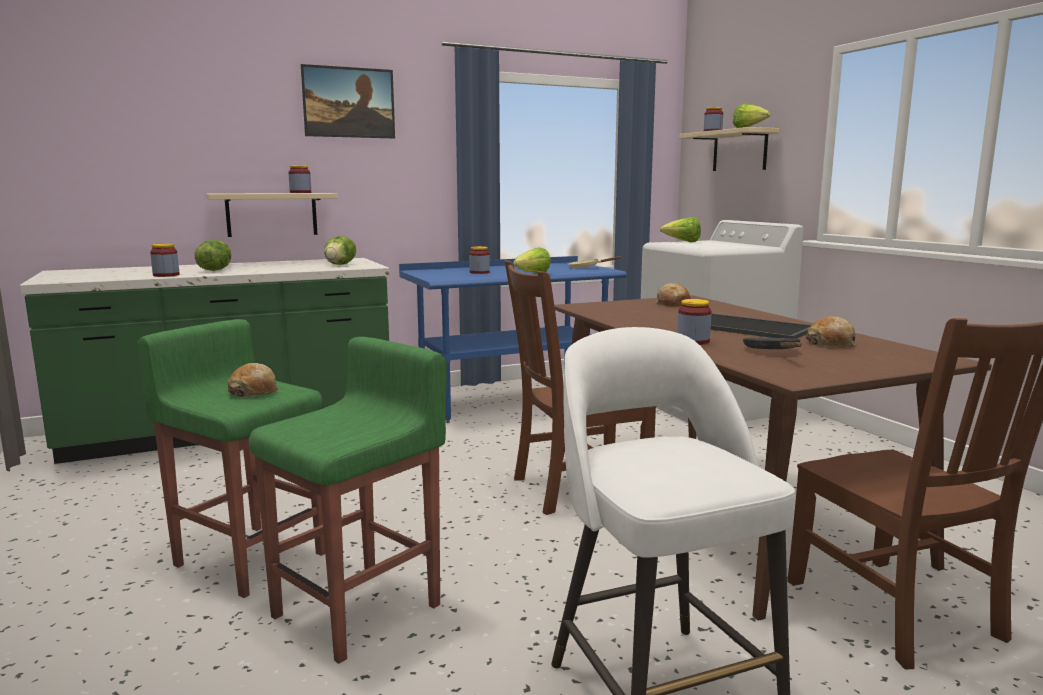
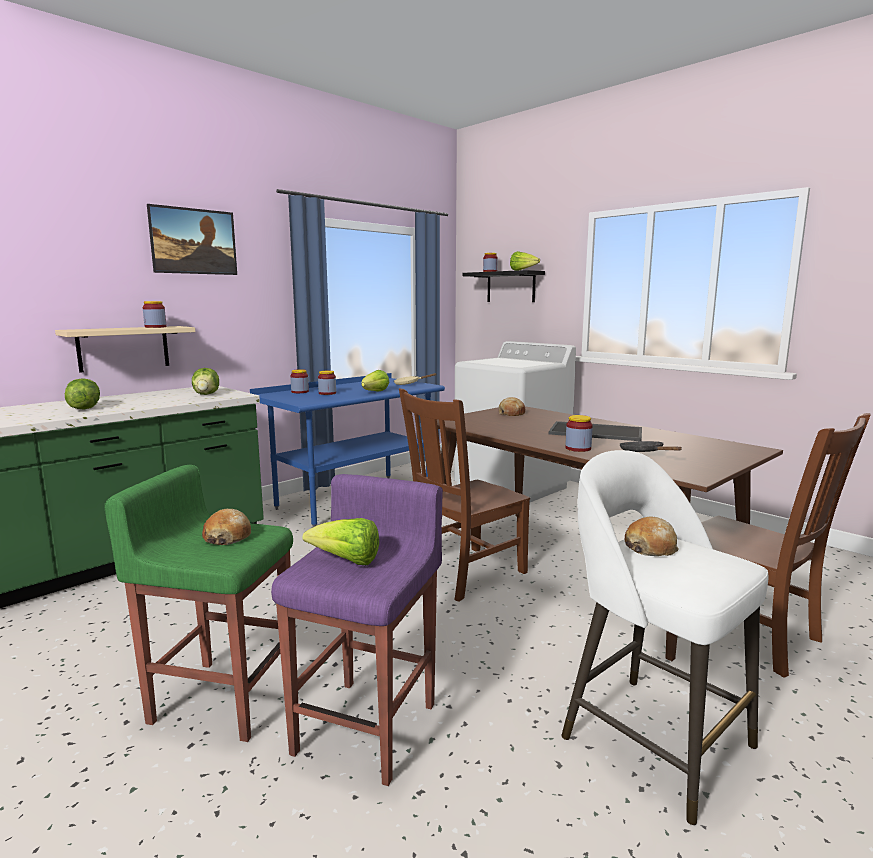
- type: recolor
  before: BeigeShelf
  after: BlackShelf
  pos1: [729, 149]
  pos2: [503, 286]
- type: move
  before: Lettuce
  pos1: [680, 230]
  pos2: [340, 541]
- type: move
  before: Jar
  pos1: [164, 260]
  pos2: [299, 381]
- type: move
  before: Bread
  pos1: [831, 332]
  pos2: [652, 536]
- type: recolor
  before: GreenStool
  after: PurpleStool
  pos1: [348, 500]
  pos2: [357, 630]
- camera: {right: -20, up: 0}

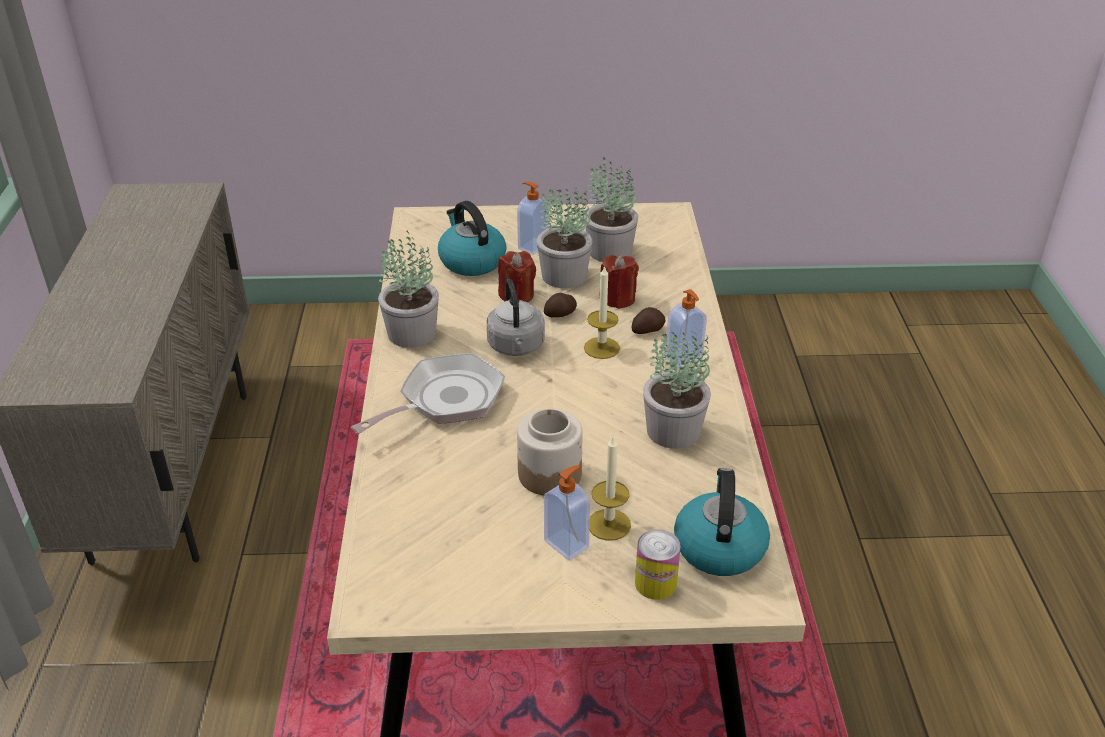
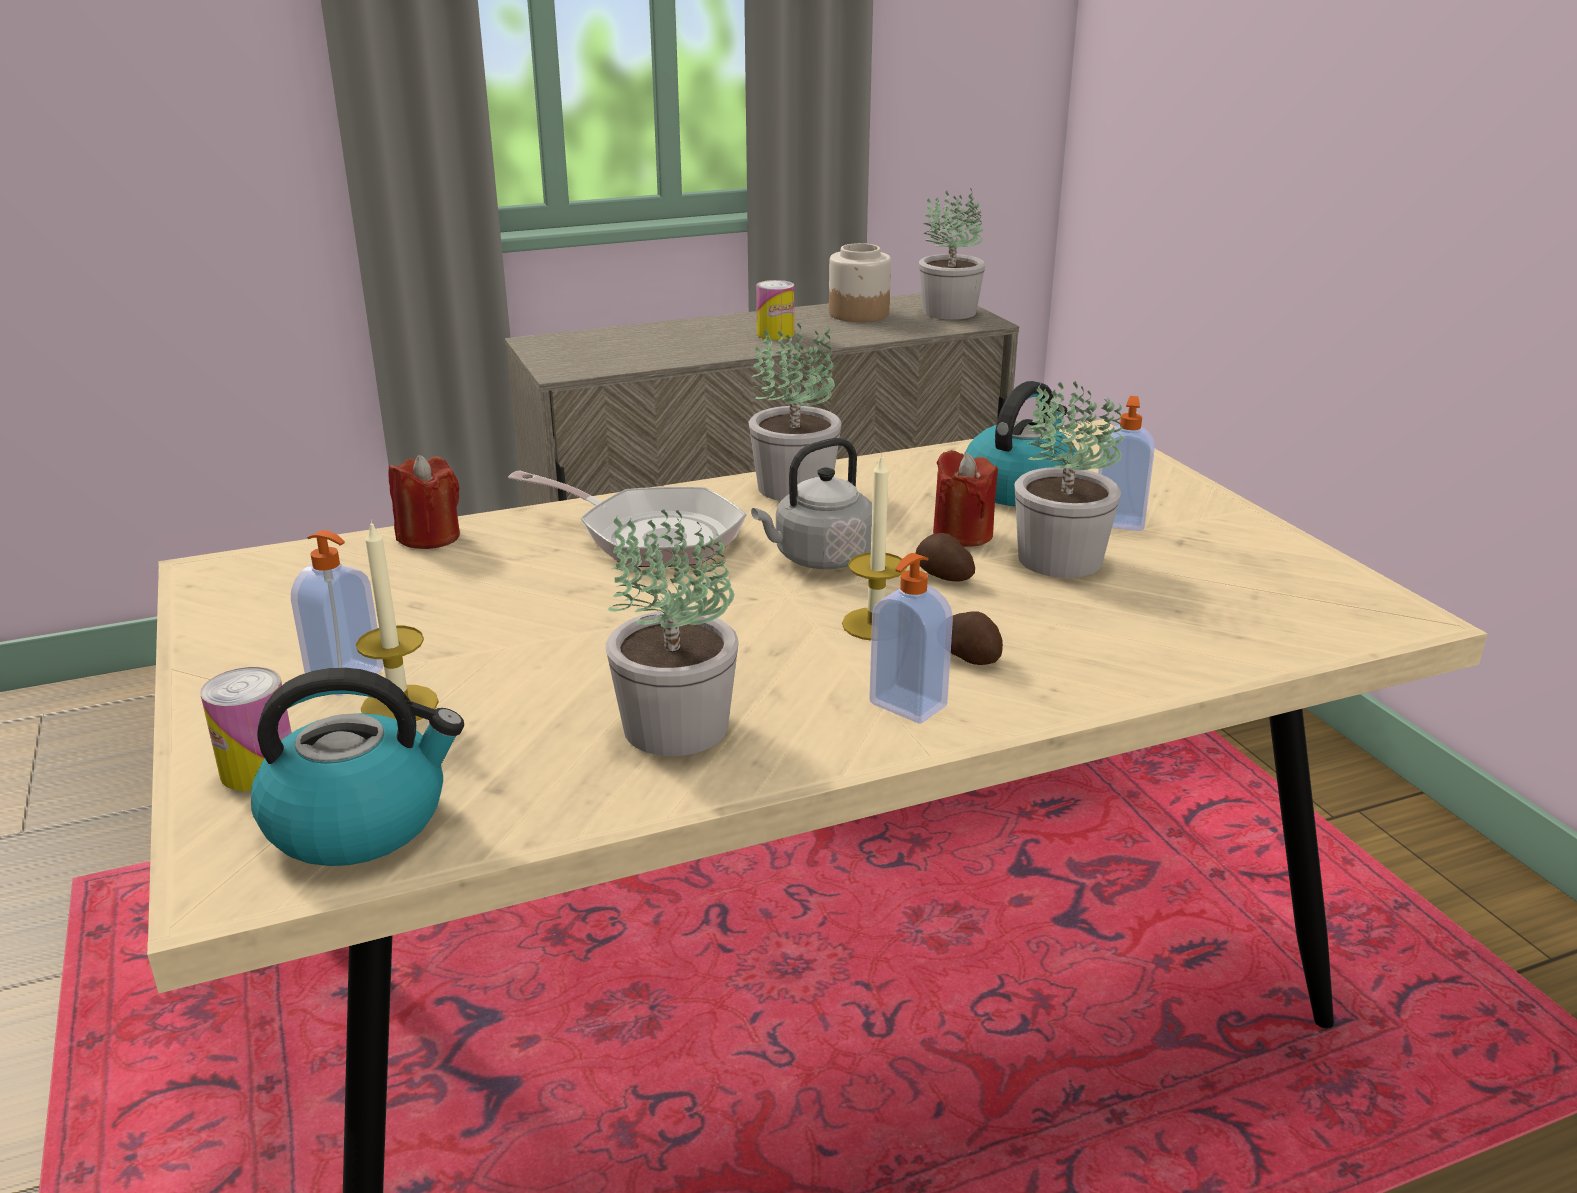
- type: move
  before: PottedPlant
  pos1: [611, 209]
  pos2: [952, 254]
- type: move
  before: RedCandle
  pos1: [619, 282]
  pos2: [424, 502]
- type: move
  before: Jar
  pos1: [550, 452]
  pos2: [860, 282]
- type: insert
  after: Can
  pos2: [775, 310]
- camera: {right: 70, up: -10}

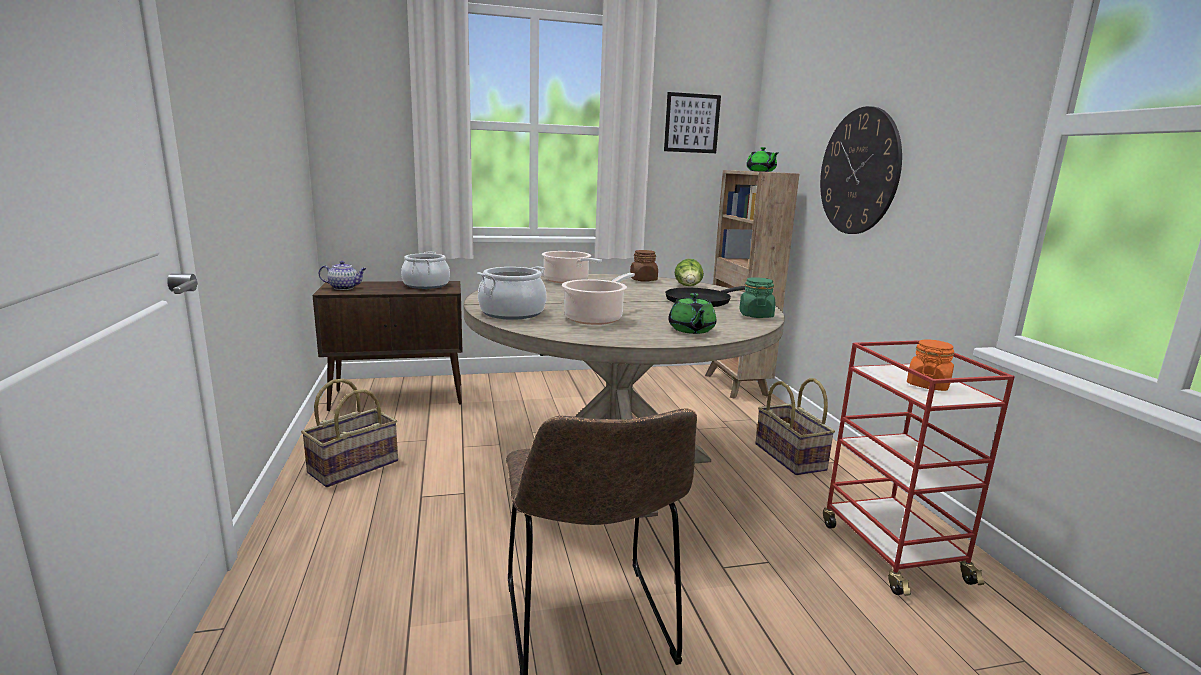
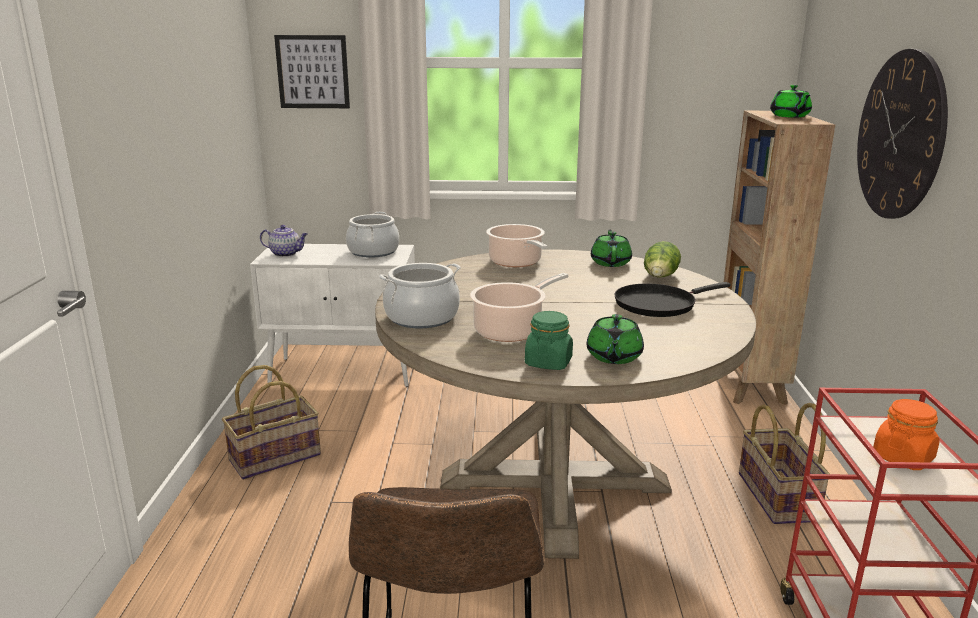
- type: move
  before: Picture
  pos1: [692, 122]
  pos2: [312, 71]
- type: replace
  before: BrownJar
  after: GreenTeapot
  pos1: [644, 266]
  pos2: [611, 248]
- type: move
  before: GreenJar
  pos1: [757, 297]
  pos2: [549, 340]
- type: recolor
  before: BrownCabinet
  after: WhiteCabinet
  pos1: [388, 346]
  pos2: [332, 315]
- camera: {right: 15, up: 5}

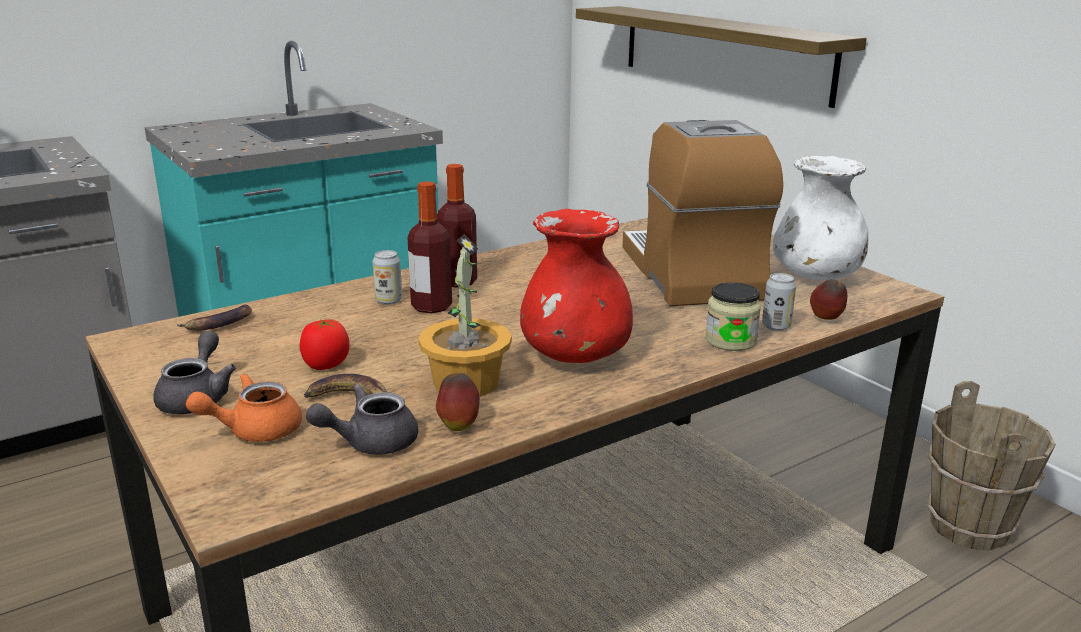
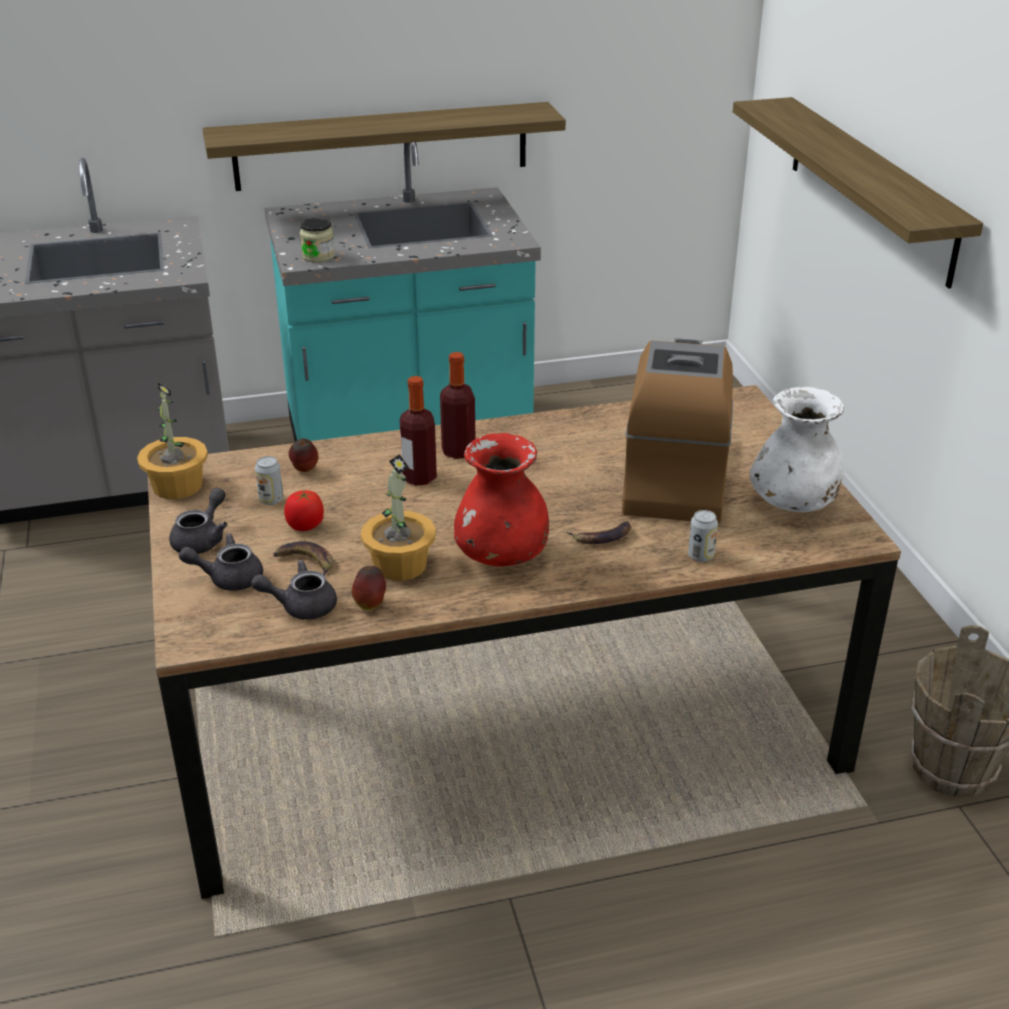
- type: move
  before: Can
  pos1: [387, 277]
  pos2: [269, 480]
- type: move
  before: Apple
  pos1: [828, 299]
  pos2: [304, 455]
- type: move
  before: Jar
  pos1: [733, 316]
  pos2: [317, 240]
- type: move
  before: Banana
  pos1: [214, 318]
  pos2: [599, 532]
- type: recolor
  before: OrangeTeapot
  after: GreyTeapot
  pos1: [244, 407]
  pos2: [221, 562]
- type: insert
  after: Shelf
  pos2: [384, 146]
- type: insert
  after: PottedPlant
  pos2: [172, 440]
- camera: {right: 20, up: 10}

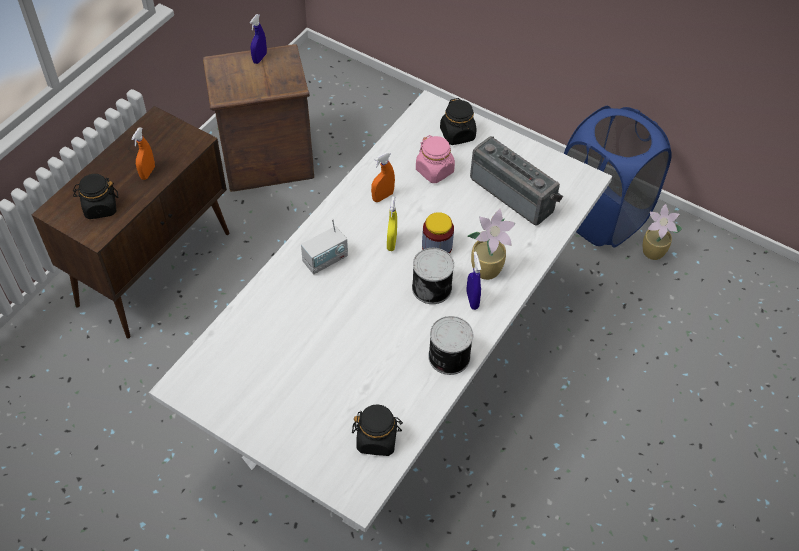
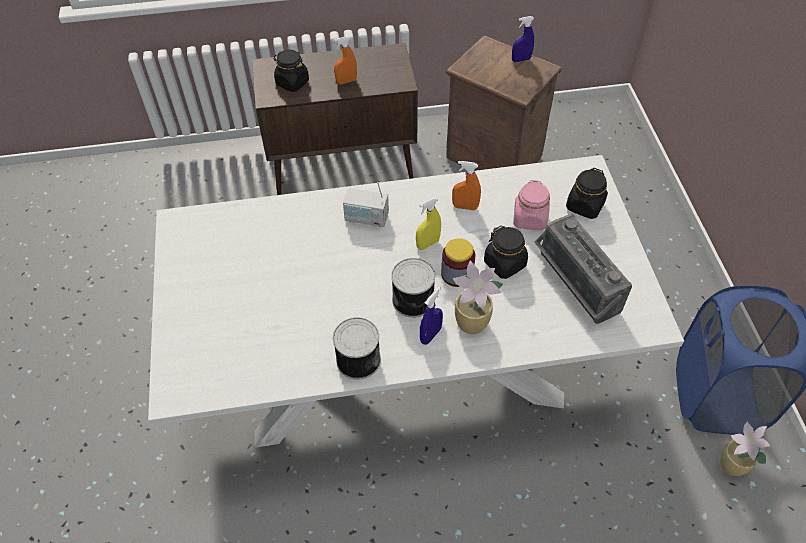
- type: rotate
  before: Radio
  pos1: [516, 181]
  pos2: [583, 269]
  turn: 150
- type: move
  before: BlackJar
  pos1: [377, 430]
  pos2: [506, 252]
- camera: {right: 50, up: 0}

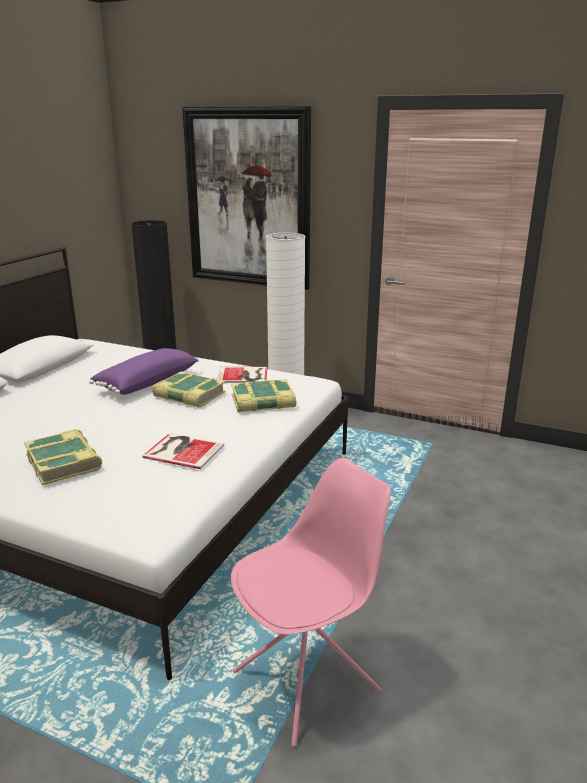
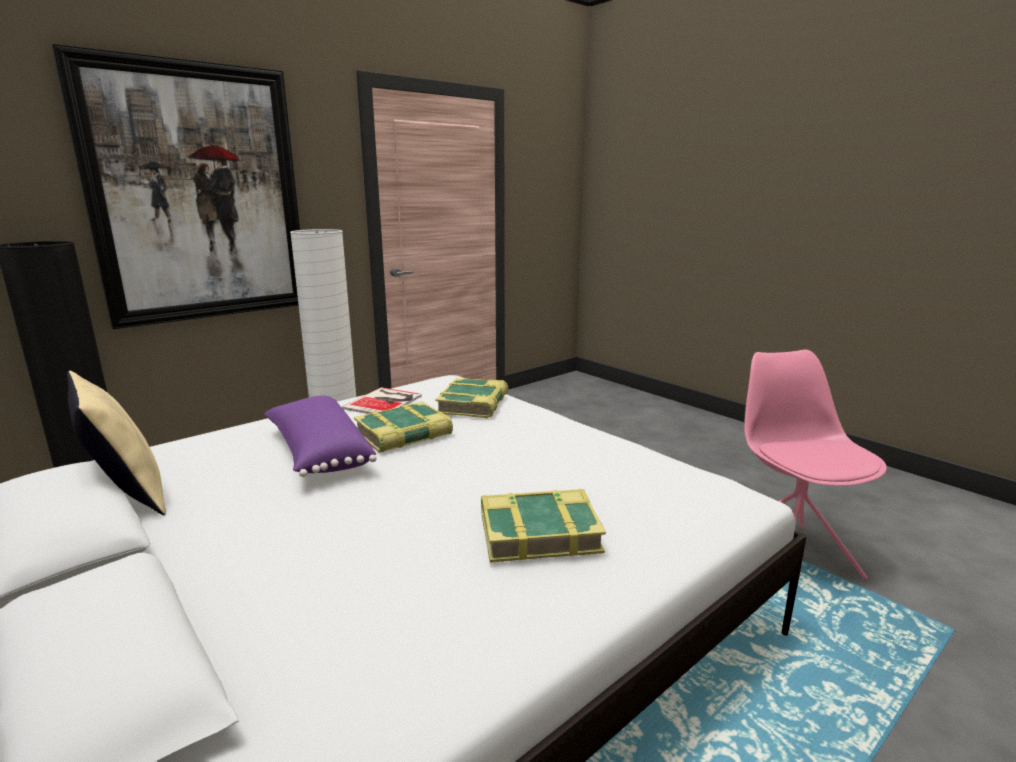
- type: delete
  before: Book
  pos1: [183, 451]
- type: insert
  after: BeigePillow
  pos2: [116, 443]
- camera: {right: -65, up: -5}

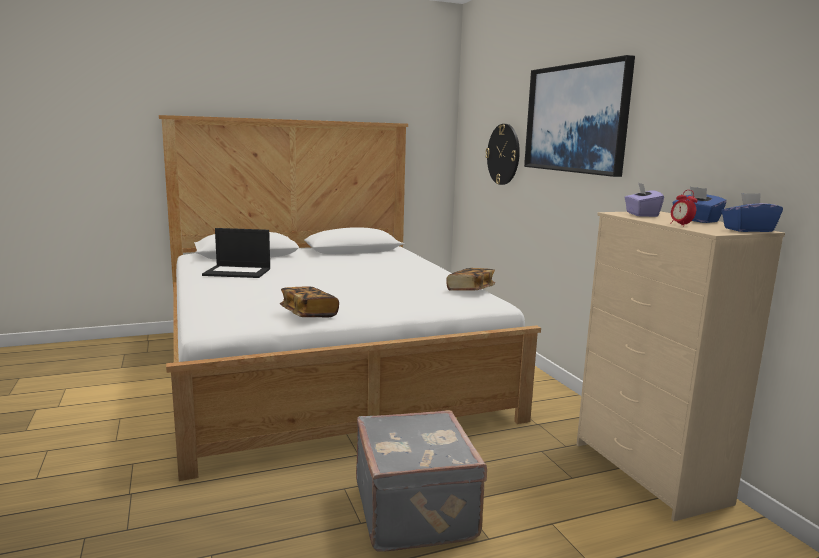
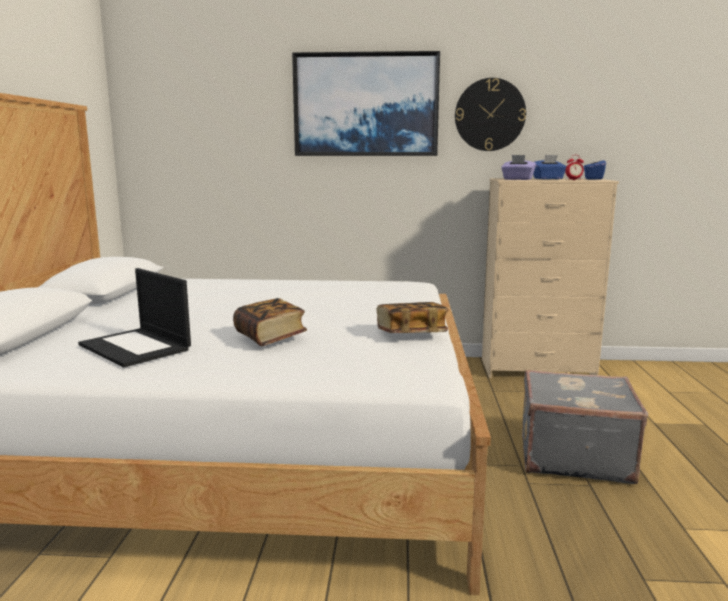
- type: move
  before: WallClock
  pos1: [503, 154]
  pos2: [490, 114]
- type: rotate
  before: Laptop
  pos1: [236, 253]
  pos2: [134, 317]
  turn: 105
- type: move
  before: Book
  pos1: [471, 279]
  pos2: [270, 322]
- camera: {right: -65, up: 0}

